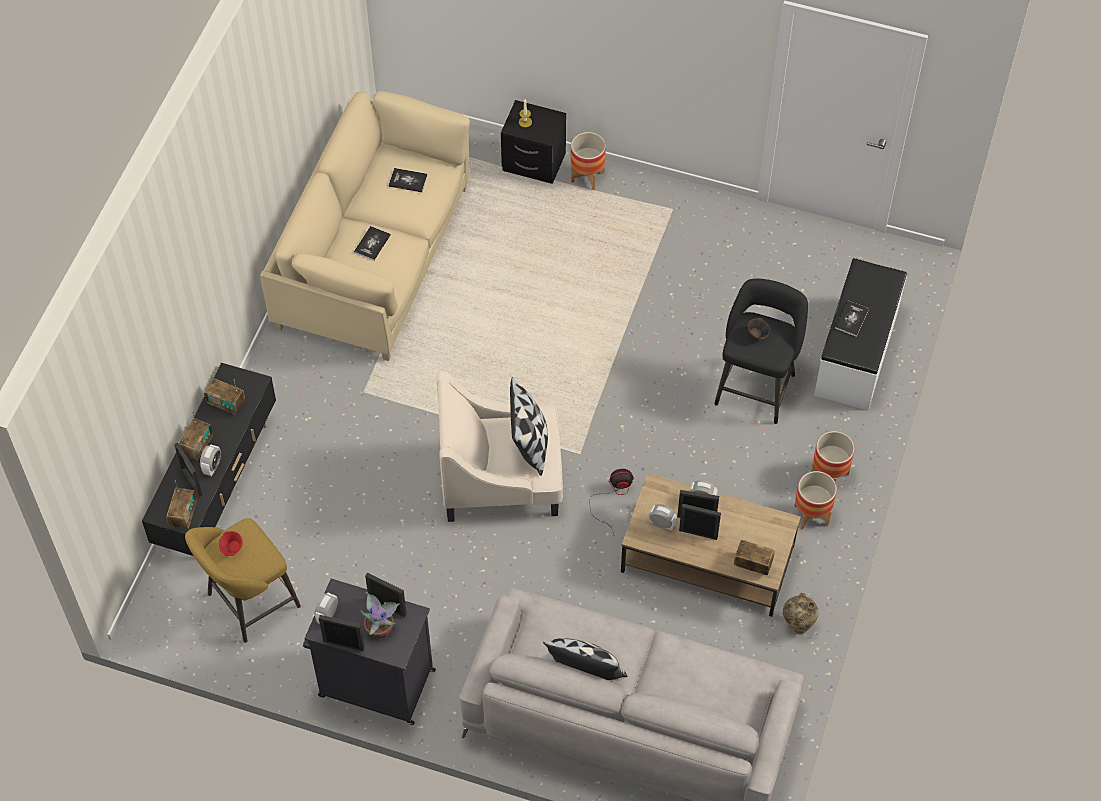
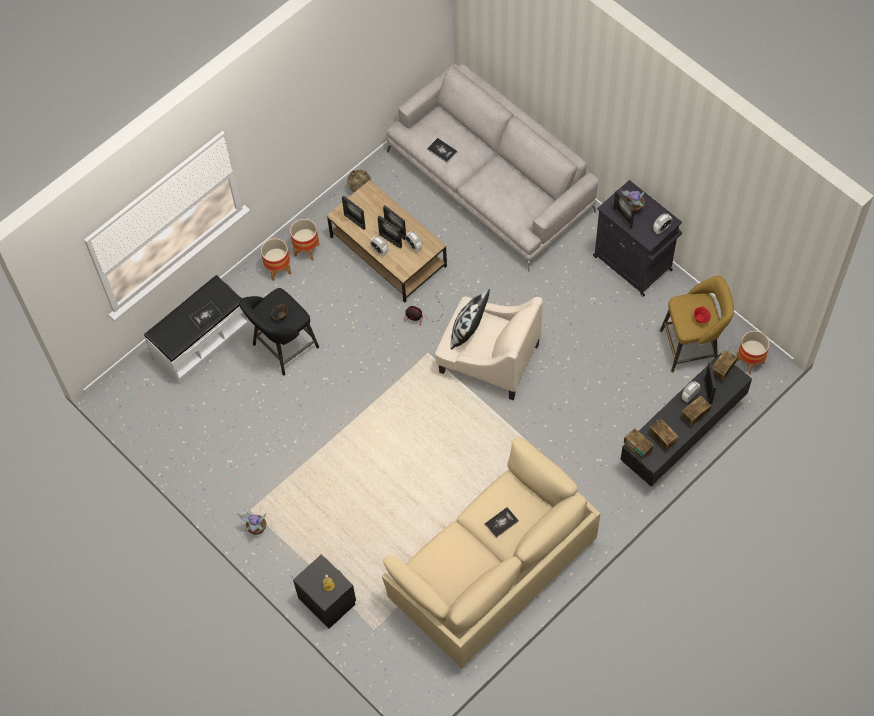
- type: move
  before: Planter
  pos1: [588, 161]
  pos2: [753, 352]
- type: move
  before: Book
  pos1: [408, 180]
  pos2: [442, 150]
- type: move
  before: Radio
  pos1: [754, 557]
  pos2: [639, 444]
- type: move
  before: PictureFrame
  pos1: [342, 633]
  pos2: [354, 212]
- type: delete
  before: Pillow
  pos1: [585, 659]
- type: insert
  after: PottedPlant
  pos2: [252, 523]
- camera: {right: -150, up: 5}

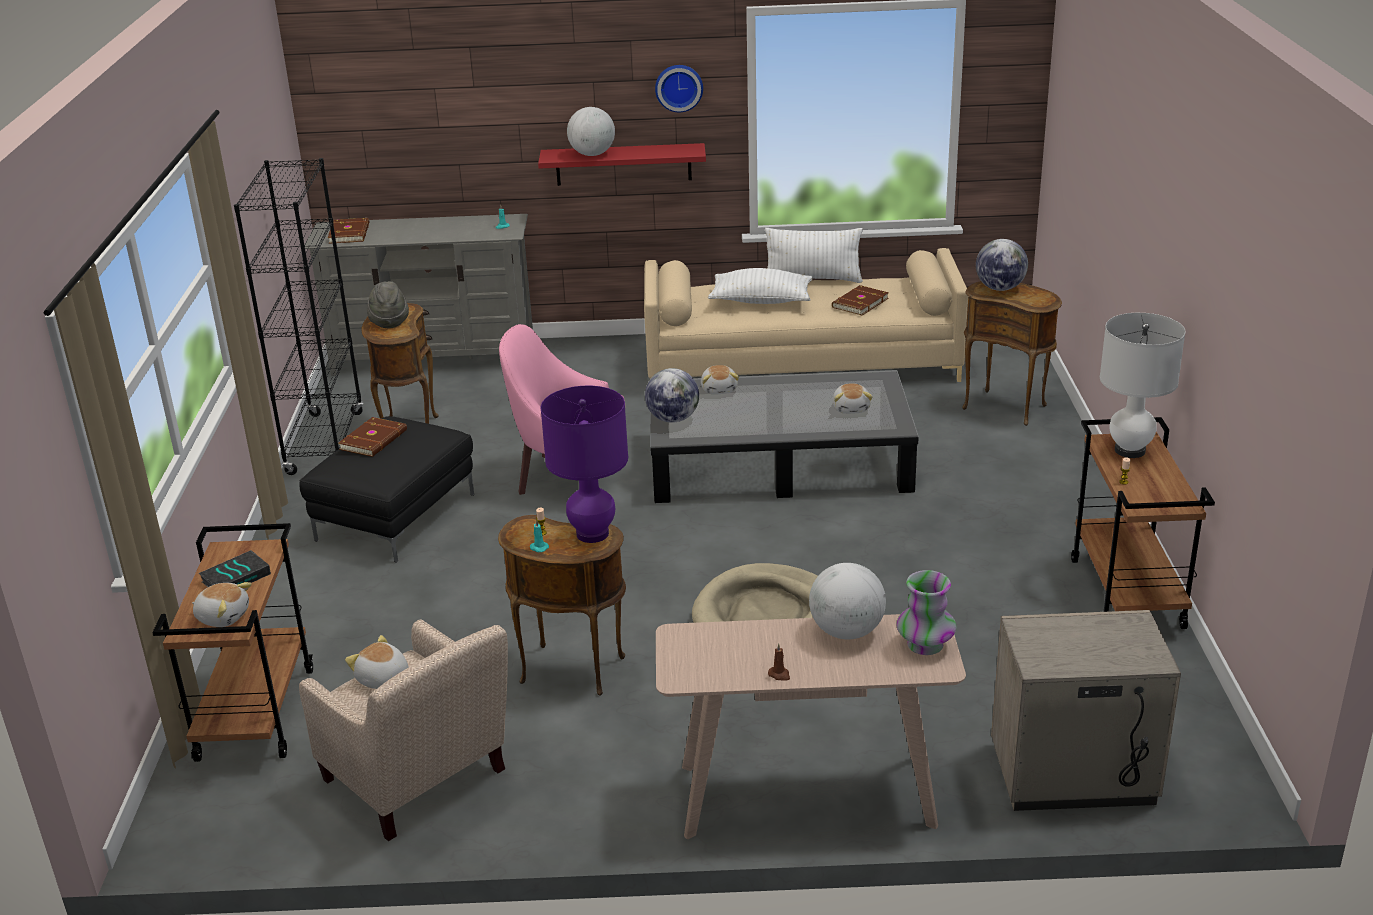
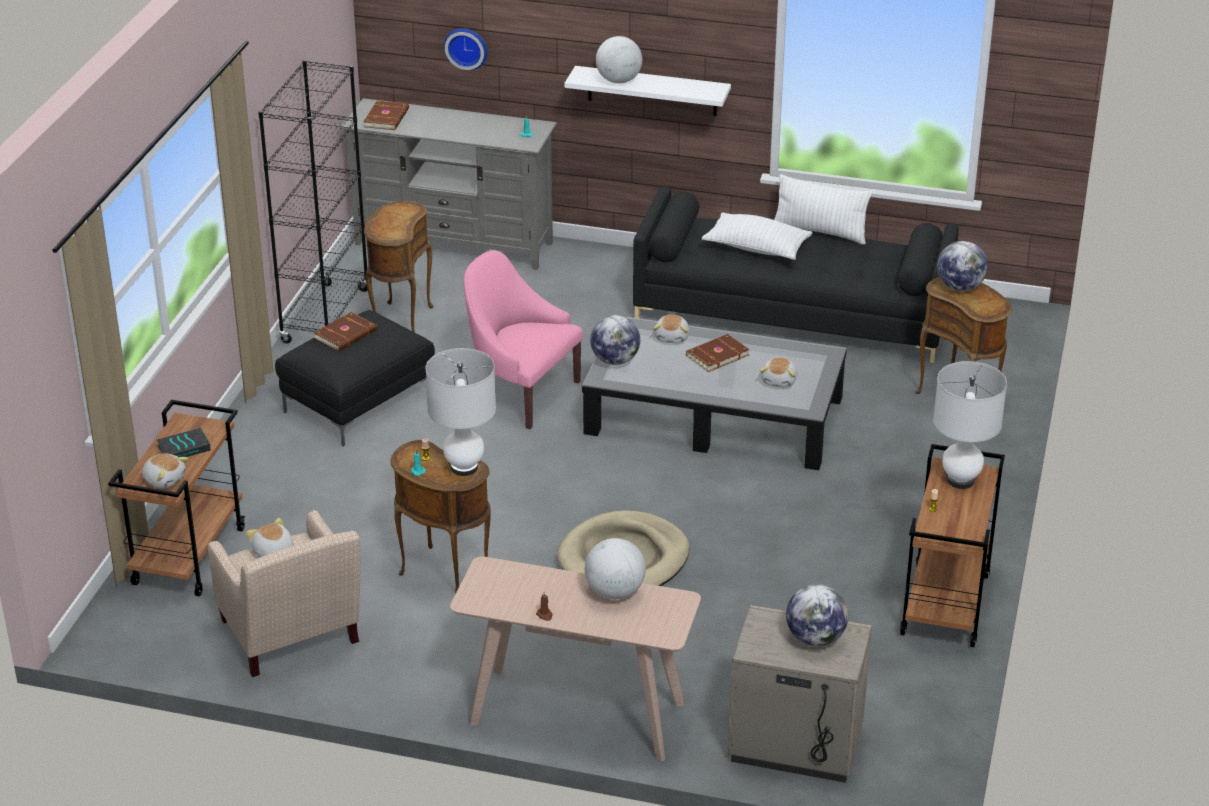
- type: move
  before: WallClock
  pos1: [679, 88]
  pos2: [465, 49]
- type: recolor
  before: RedShelf
  after: WhiteShelf
  pos1: [622, 164]
  pos2: [647, 91]
- type: recolor
  before: BeigeSofa
  after: BlackSofa
  pos1: [806, 315]
  pos2: [796, 275]
- type: delete
  before: GreyHat
  pos1: [388, 304]
- type: move
  before: BrownBook
  pos1: [860, 300]
  pos2: [718, 353]
- type: recolor
  before: PurpleTableLamp
  after: WhiteTableLamp
  pos1: [584, 464]
  pos2: [461, 412]
- type: delete
  before: Vase
  pos1: [926, 612]
- type: insert
  after: Globe
  pos2: [817, 615]
- camera: {right: 15, up: 5}

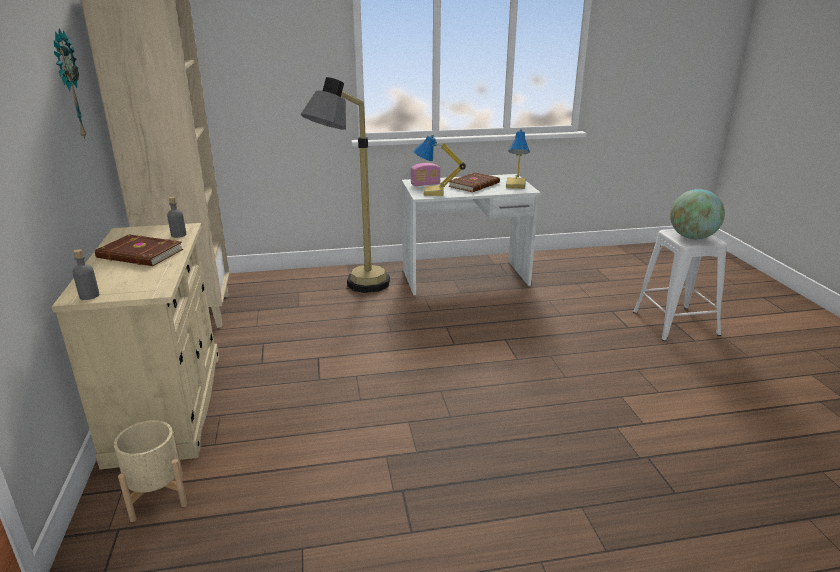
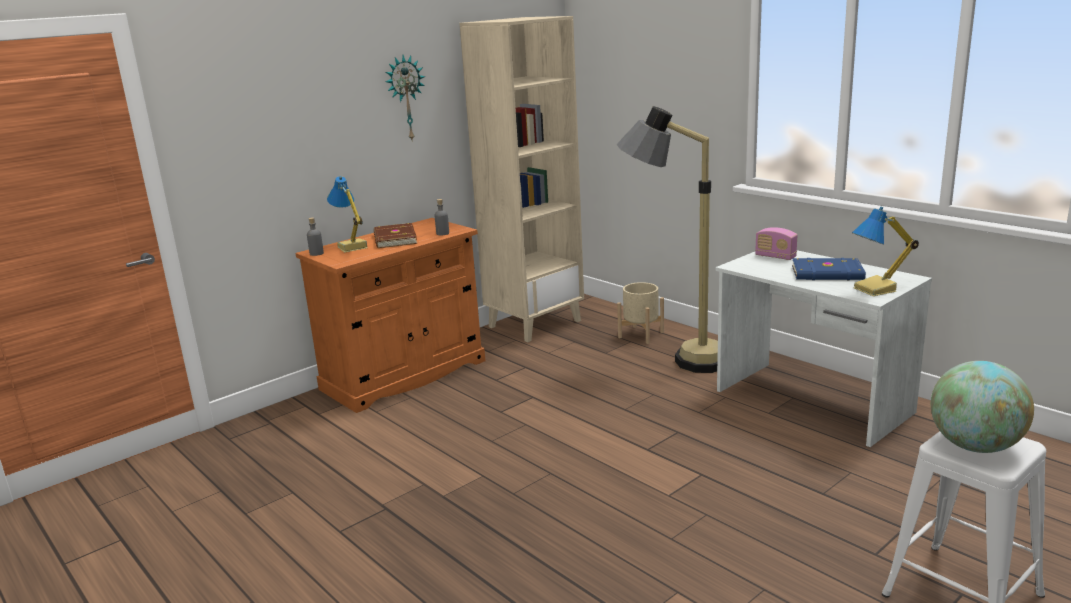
- type: move
  before: TableLamp
  pos1: [439, 165]
  pos2: [347, 214]
- type: recolor
  before: BrownBook
  after: BlueBook
  pos1: [474, 182]
  pos2: [829, 269]
- type: recolor
  before: BeigeCabinet
  after: OrangeCabinet
  pos1: [135, 346]
  pos2: [390, 315]
- type: move
  before: BeigePlanter
  pos1: [150, 471]
  pos2: [640, 313]
- camera: {right: 60, up: -5}

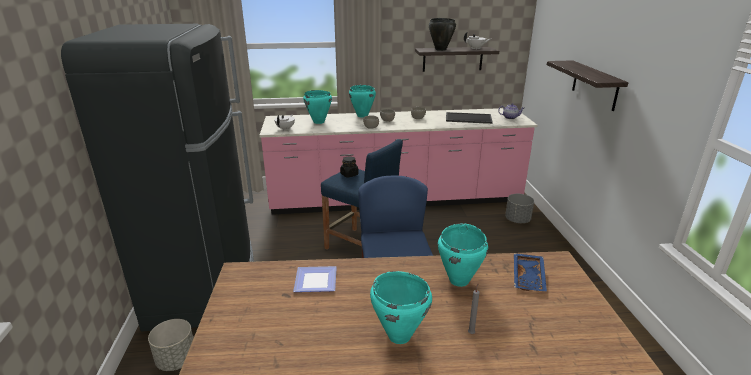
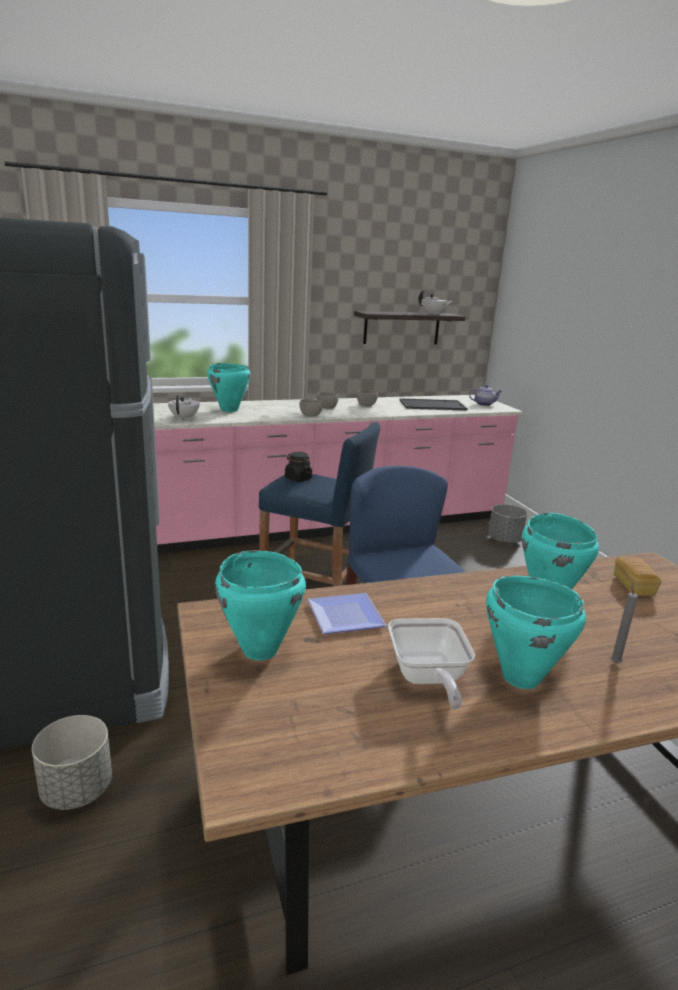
- type: delete
  before: BlackCookingPot
  pos1: [442, 34]
- type: delete
  before: Shelf
  pos1: [588, 85]
- type: move
  before: TurquoiseCookingPot
  pos1: [362, 101]
  pos2: [260, 605]
- type: replace
  before: BlueTray
  after: Bread
  pos1: [530, 272]
  pos2: [638, 576]
- type: insert
  after: FryingPan
  pos2: [431, 664]
- camera: {right: -15, up: -5}

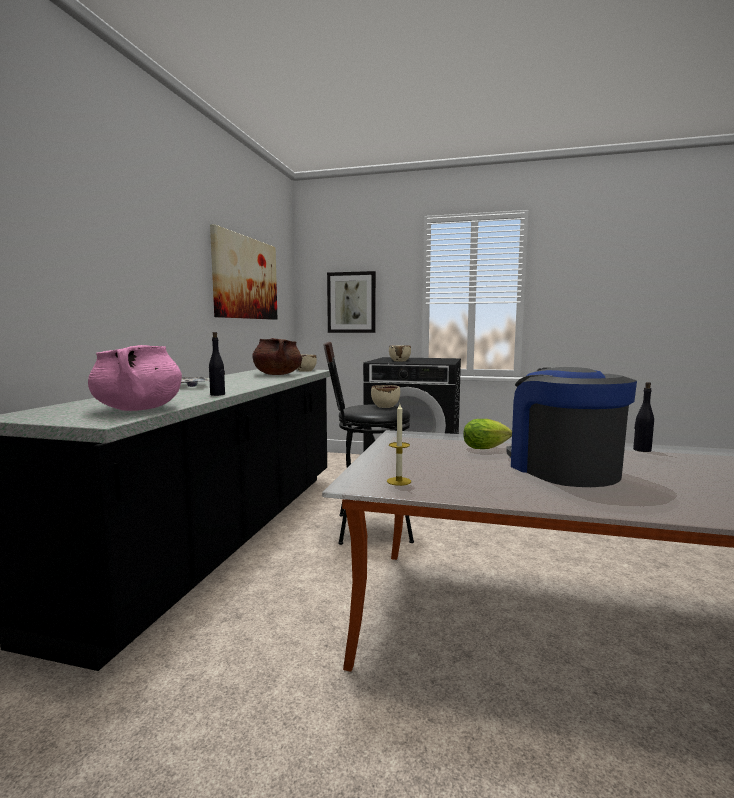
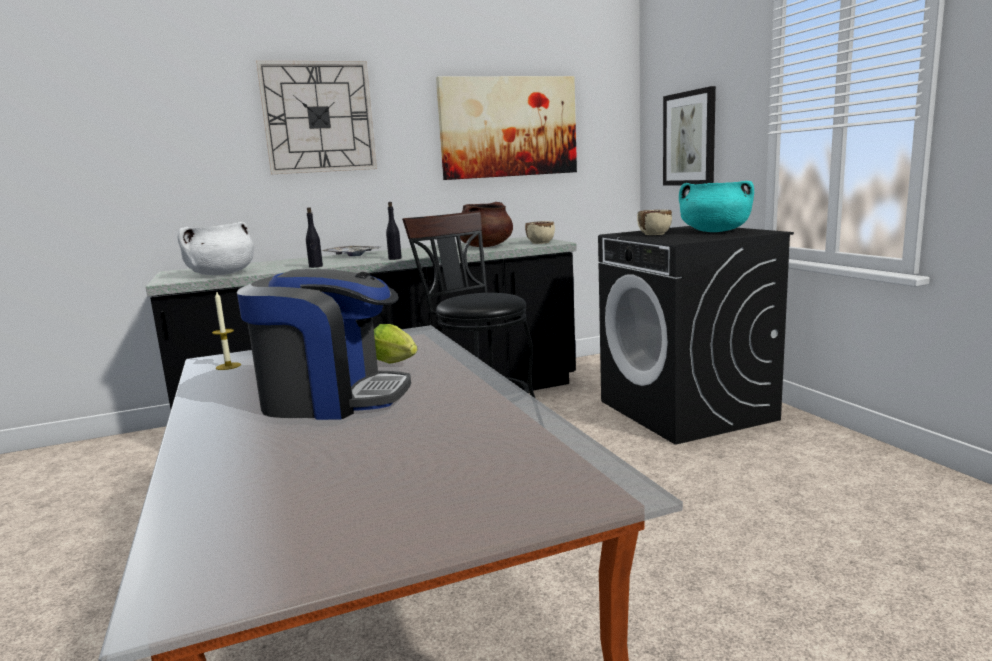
- type: recolor
  before: PinkCookingPot
  after: WhiteCookingPot
  pos1: [135, 378]
  pos2: [216, 248]
- type: rotate
  before: CoffeeMachine
  pos1: [571, 427]
  pos2: [324, 344]
  turn: 60
- type: move
  before: BlackBottle
  pos1: [643, 417]
  pos2: [394, 231]
- type: delete
  before: BeigeBowl
  pos1: [385, 396]
- type: insert
  after: WallClock
  pos2: [316, 117]
- type: insert
  after: TurquoiseCookingPot
  pos2: [716, 206]
- camera: {right: 55, up: 5}

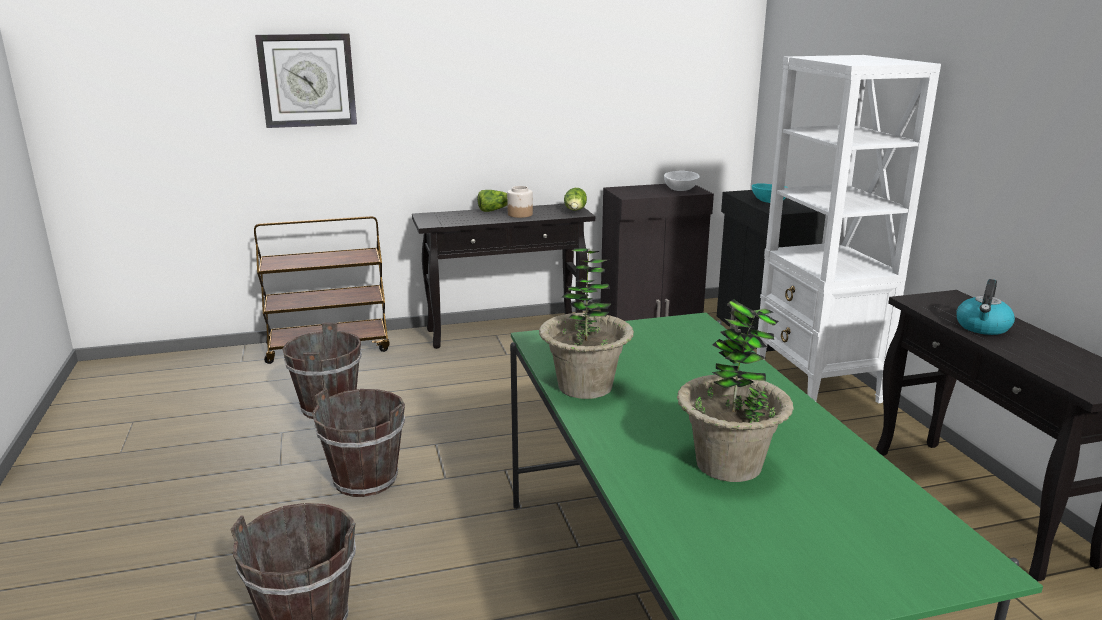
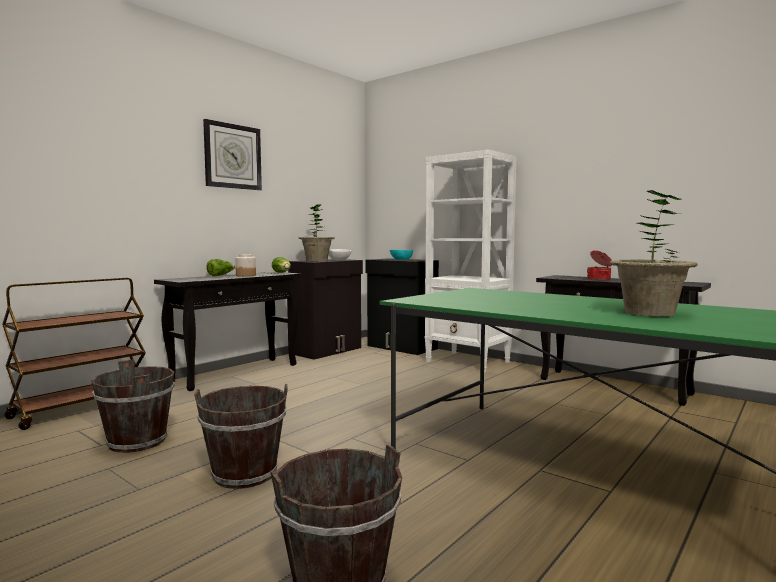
- type: move
  before: WallClock
  pos1: [306, 80]
  pos2: [232, 154]
- type: move
  before: PottedPlant
  pos1: [586, 323]
  pos2: [316, 233]
- type: replace
  before: Kettle
  after: CookingPot
  pos1: [985, 307]
  pos2: [599, 265]
- camera: {right: -35, up: -15}

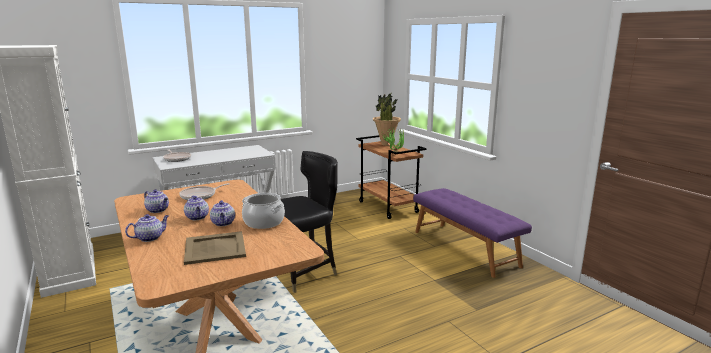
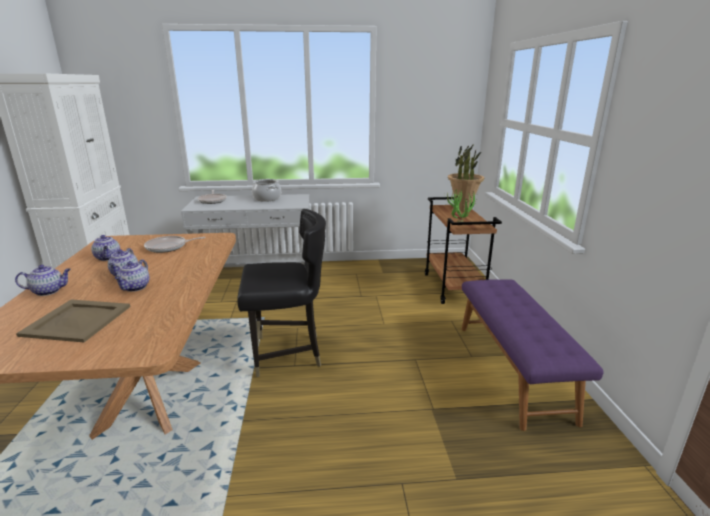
- type: move
  before: CookingPot
  pos1: [263, 211]
  pos2: [266, 190]
- camera: {right: 25, up: 5}

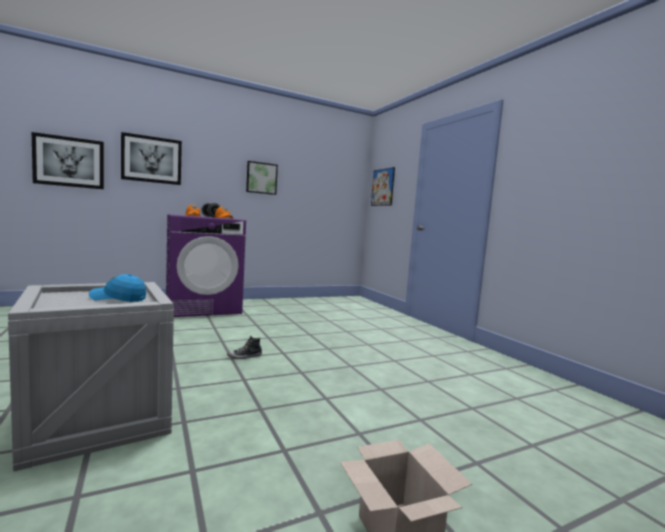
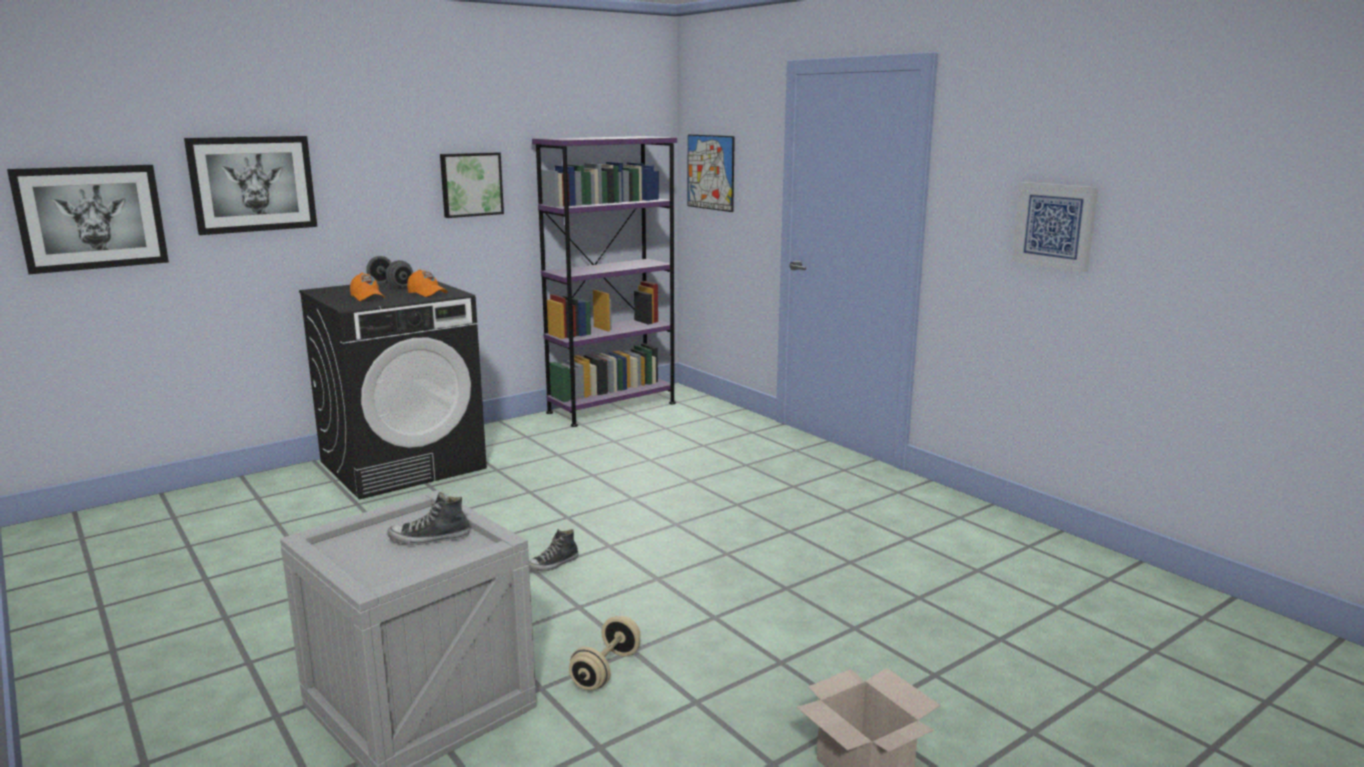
- type: recolor
  before: PurpleWashingMachine
  after: BlackWashingMachine
  pos1: [206, 265]
  pos2: [393, 390]
- type: replace
  before: BlueCap
  after: Shoe
  pos1: [117, 288]
  pos2: [428, 518]
- type: insert
  after: PurpleBookcase
  pos2: [604, 281]
- type: insert
  after: Picture
  pos2: [1055, 227]
- type: insert
  after: BeigeDumbbell
  pos2: [604, 653]
- camera: {right: -10, up: 10}

